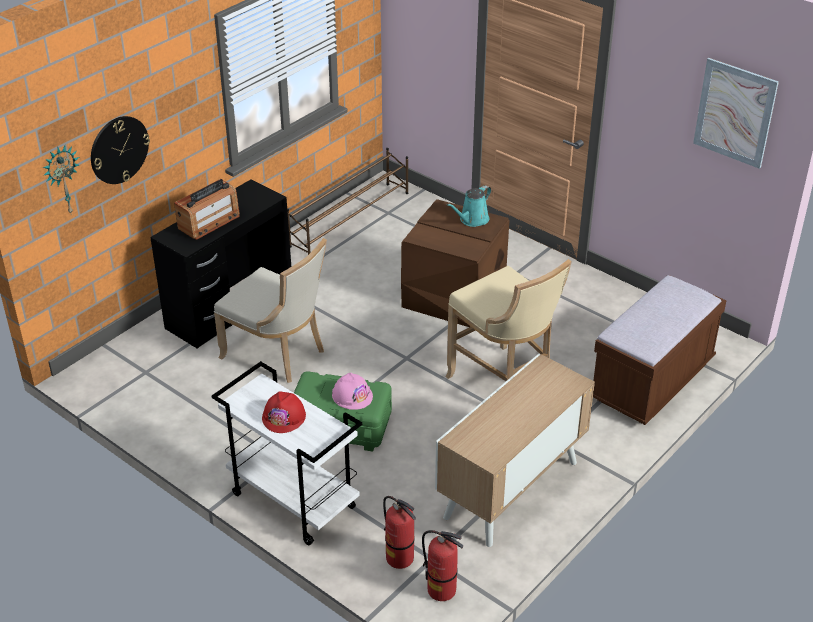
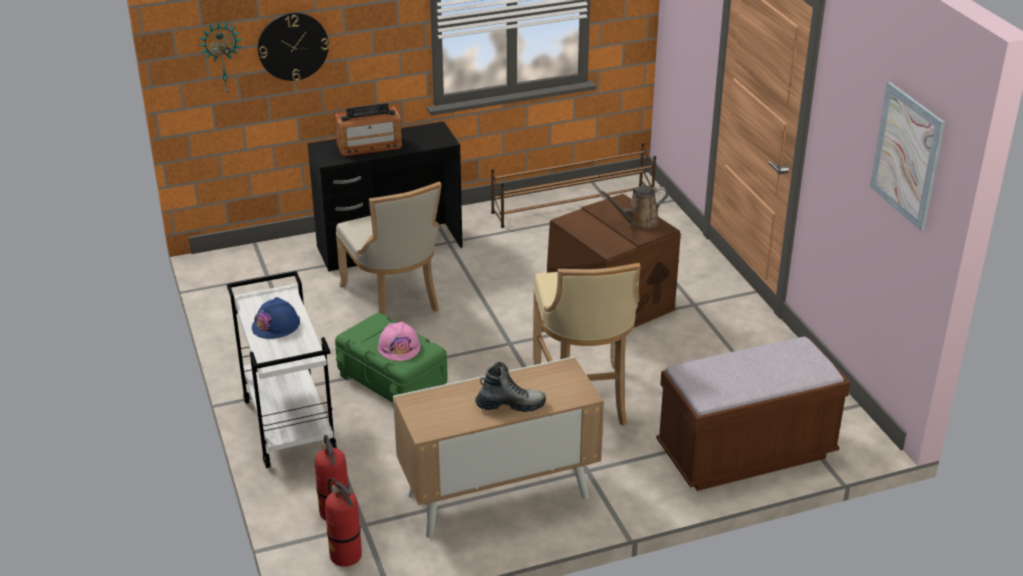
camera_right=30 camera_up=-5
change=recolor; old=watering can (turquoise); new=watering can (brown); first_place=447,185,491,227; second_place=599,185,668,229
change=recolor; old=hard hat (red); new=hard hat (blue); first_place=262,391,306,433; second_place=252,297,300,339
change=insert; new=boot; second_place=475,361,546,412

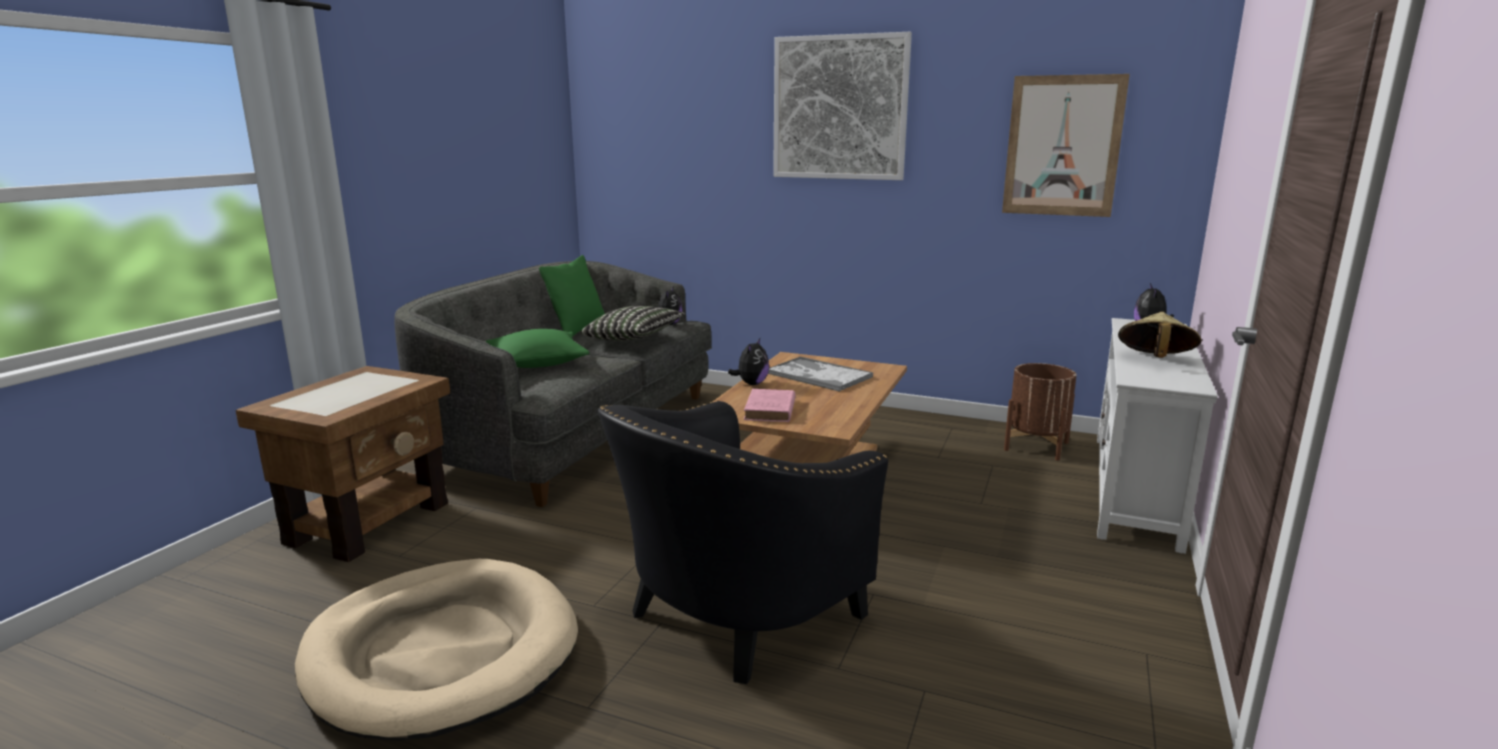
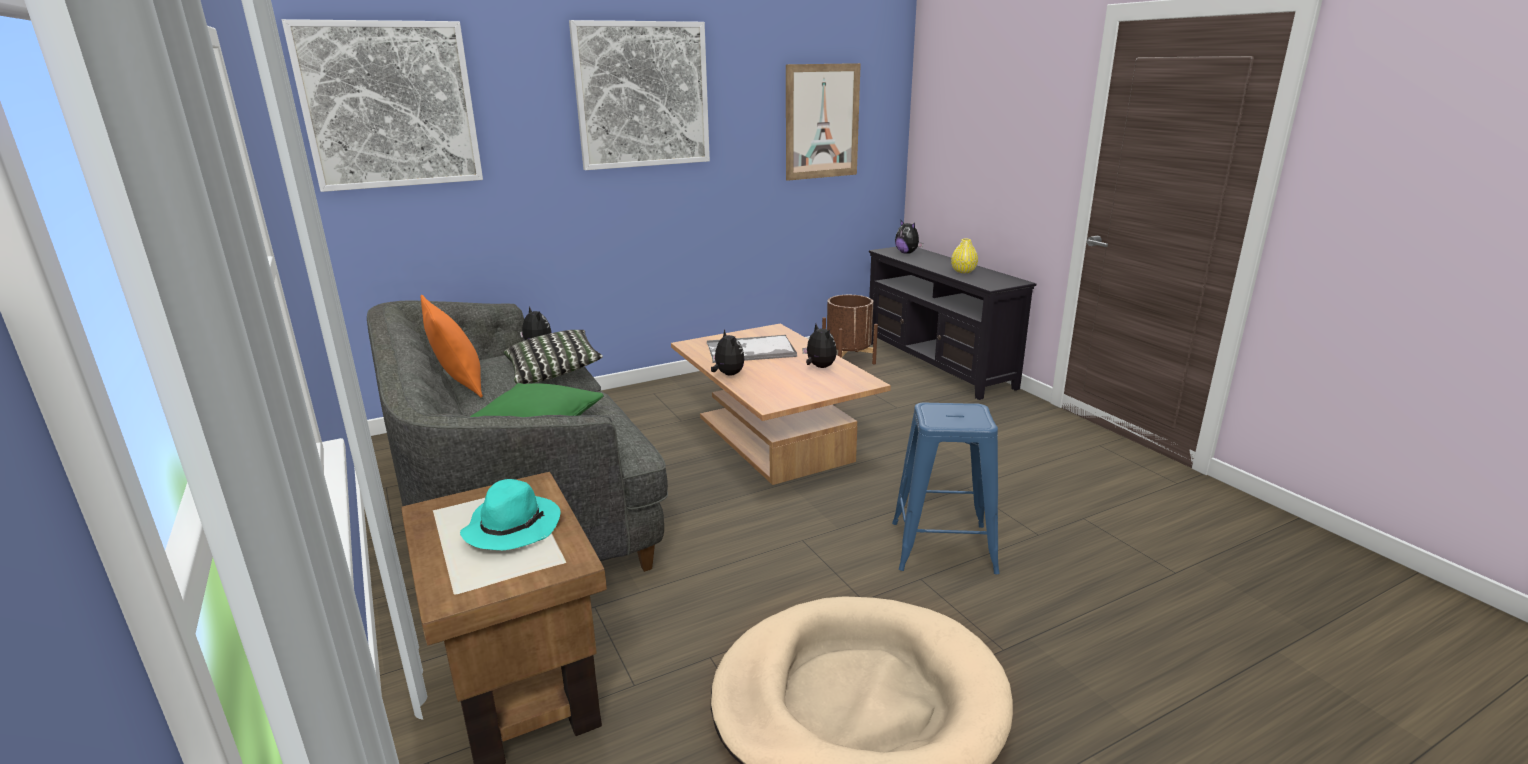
camera_right=-50 camera_up=5
change=recolor; old=pillow (green); new=pillow (orange); first_place=539,255,605,337; second_place=420,295,483,398
change=replace; old=hat (beige); new=vase (yellow); first_place=1118,312,1202,358; second_place=951,239,978,273
change=recolor; old=tv stand (white); new=tv stand (black); first_place=1097,318,1218,554; second_place=869,247,1036,400
change=delete; old=book (pink); first_place=744,389,795,422
change=replace; old=armchair (black); new=stool (blue); first_place=598,400,888,684; second_place=892,402,999,574
change=insert; new=picture; second_place=282,19,483,192
change=insert; new=plush toy; second_place=802,324,837,368
change=insert; new=hat (turquoise); second_place=460,479,560,550

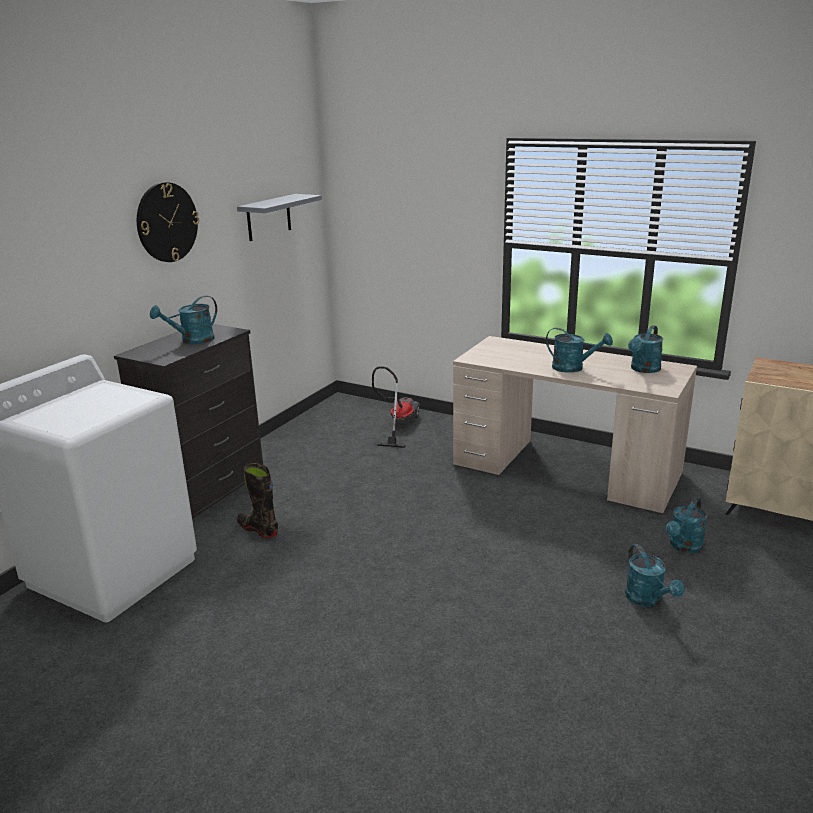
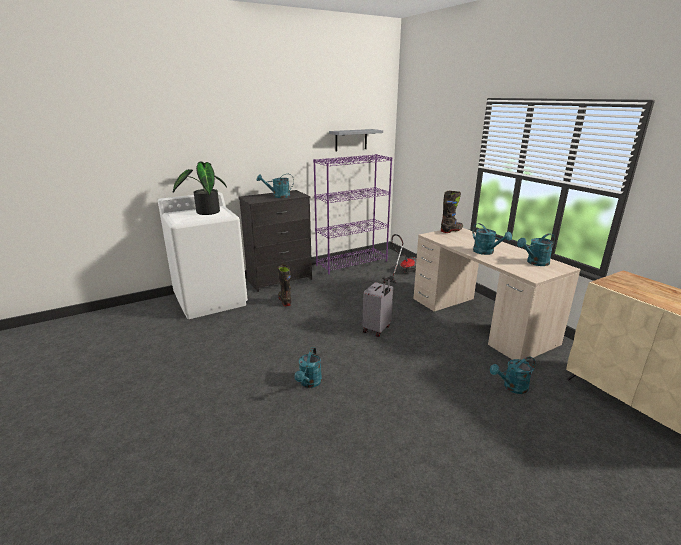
camera_right=30 camera_up=0
change=delete; old=wall clock; first_place=137,182,199,262
change=move; old=watering can (turquoise); first_place=625,544,684,607; second_place=294,347,322,388
change=insert; new=bookcase (purple); second_place=313,154,392,275
change=insert; new=potted plant; second_place=173,161,227,215
change=insert; new=boot (black); second_place=441,191,463,233
change=insert; new=suitcase (grey); second_place=362,277,393,337

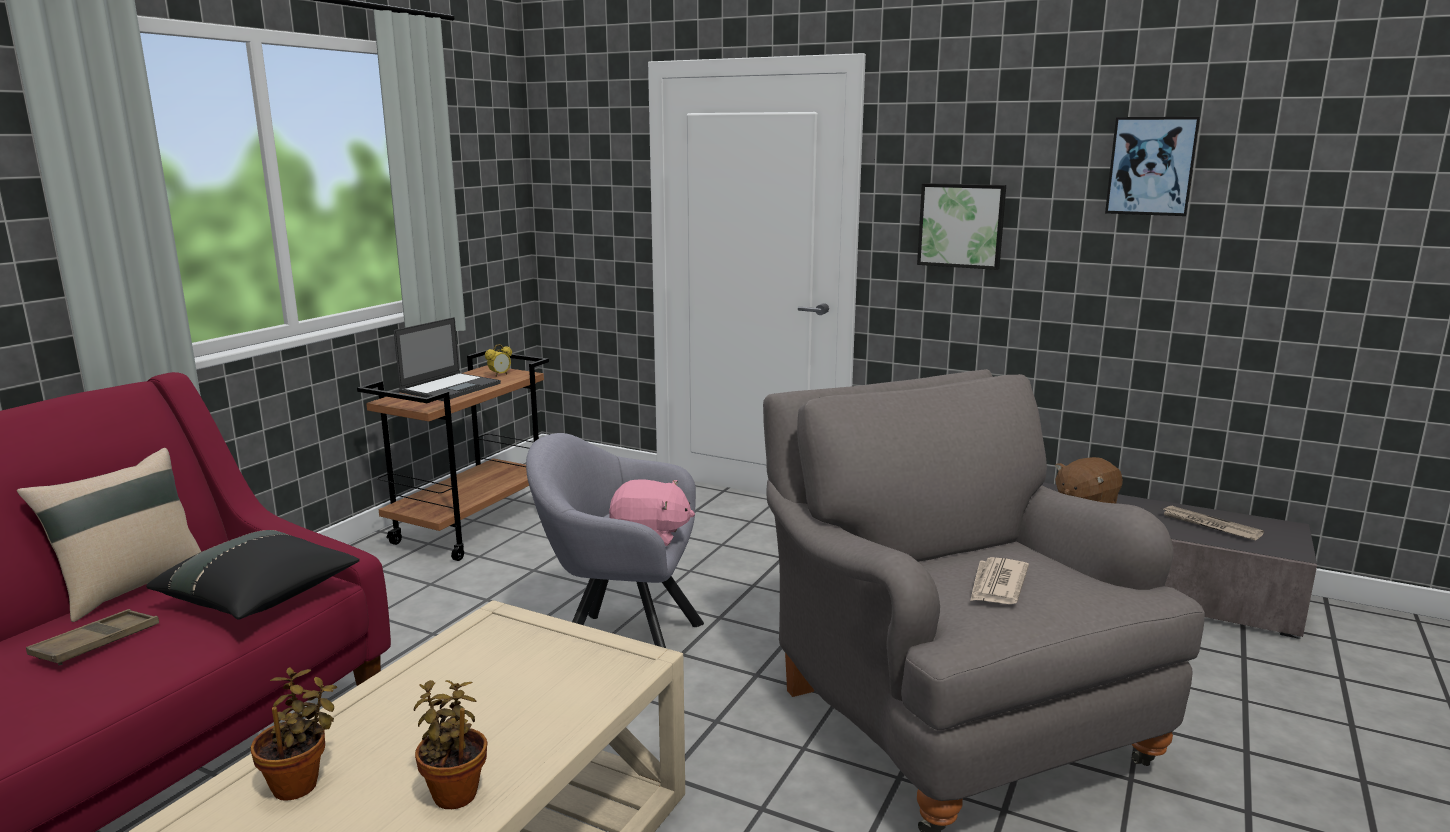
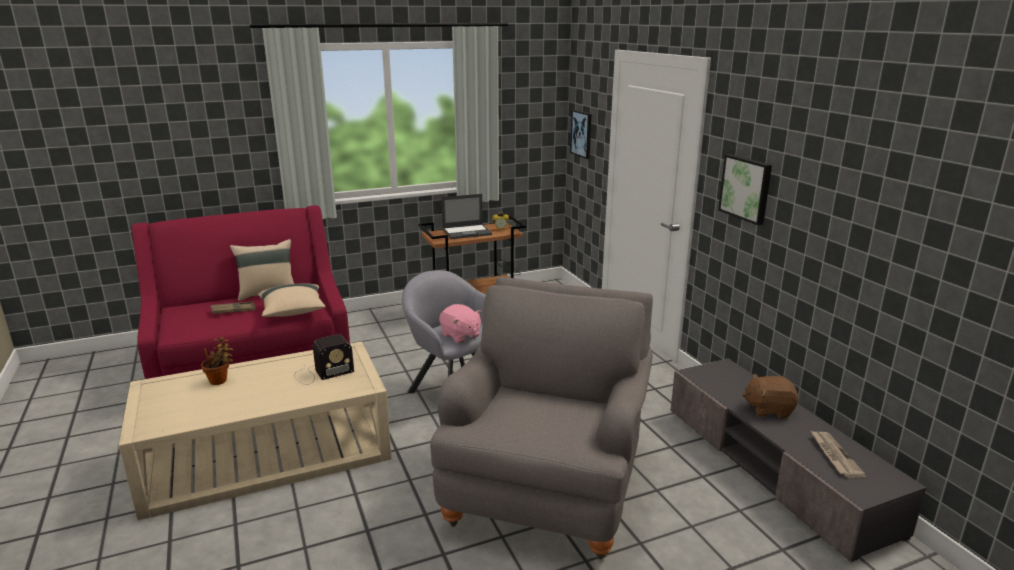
camera_right=40 camera_up=5
change=move; old=picture; first_place=1105,117,1200,216; second_place=570,110,592,159
change=recolor; old=pillow (black); new=pillow (beige); first_place=146,530,360,620; second_place=258,283,326,317
change=delete; old=newspaper; first_place=970,557,1029,604
change=delete; old=potted plant; first_place=413,680,487,809
change=insert; new=radio; second_place=294,334,354,385

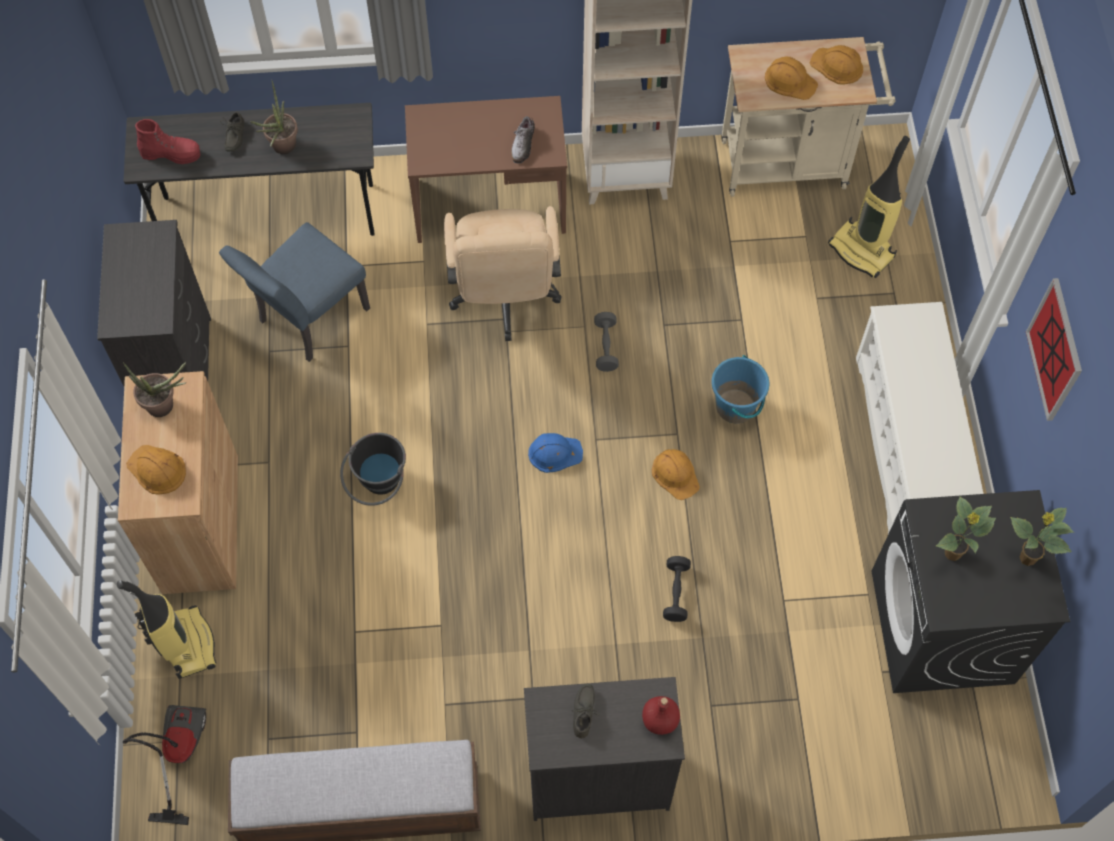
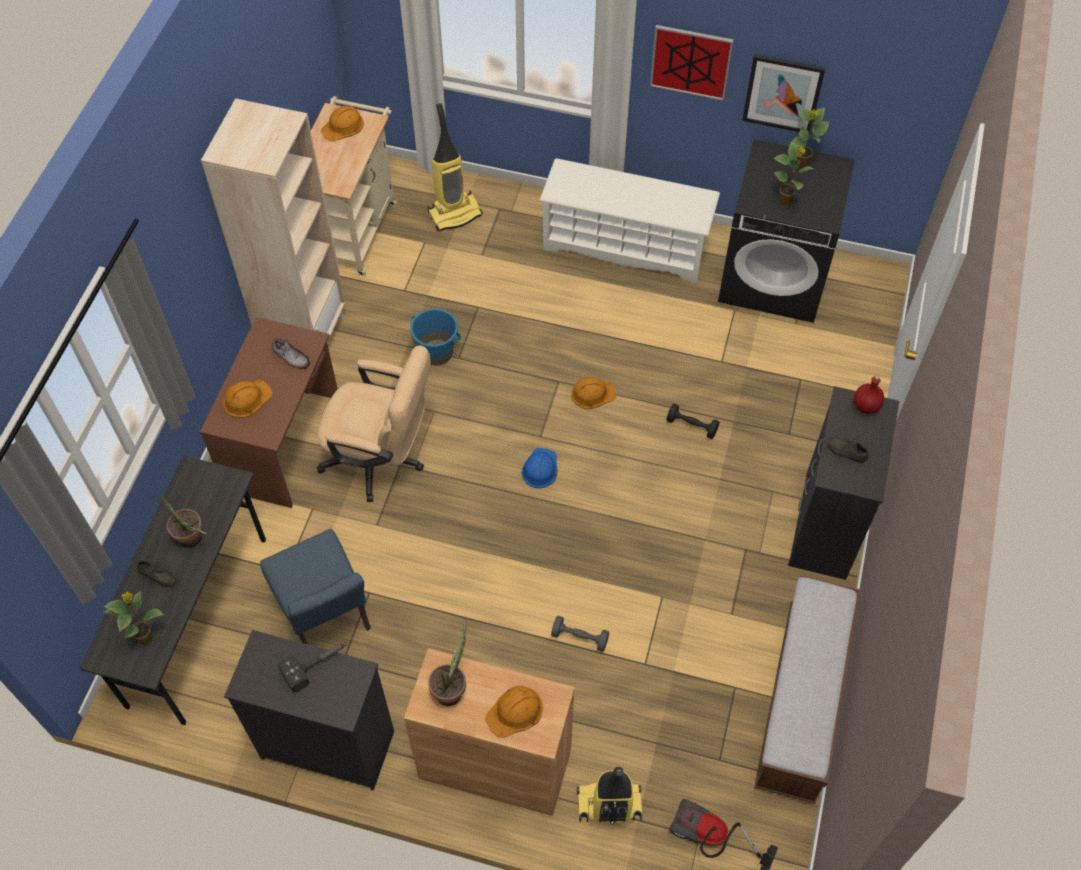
camera_right=-70 camera_up=-5
change=move; old=hard hat (orange); first_place=765,57,818,100; second_place=223,380,273,418
change=replace; old=boot (red); new=potted plant; first_place=135,119,200,164; second_place=103,591,164,645
change=move; old=dumbbell (grey); first_place=594,312,619,372; second_place=551,616,609,652
change=move; old=bucket (blue); first_place=712,355,769,423; second_place=410,308,461,365
change=delete; old=bucket (black); first_place=340,433,406,506
change=insert; new=picture; second_place=742,54,826,134
change=insert; new=hammer; second_place=278,642,347,692

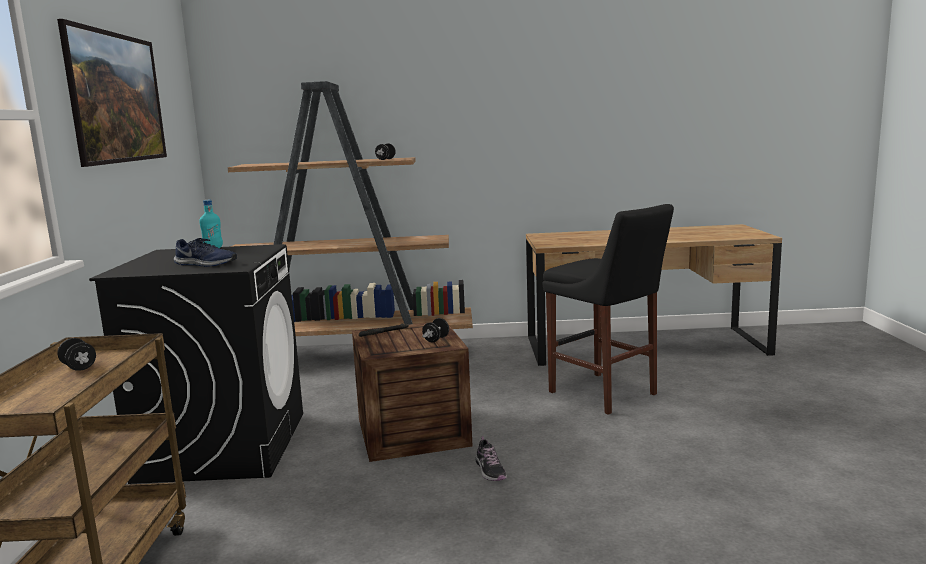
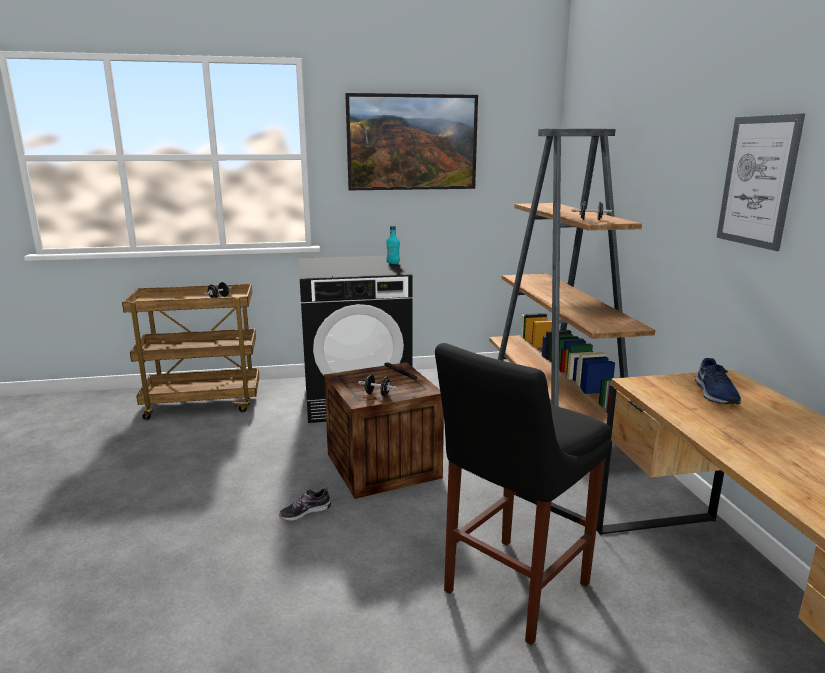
camera_right=80 camera_up=5
change=move; old=shoe (blue); first_place=174,238,237,267; second_place=695,358,741,404
change=insert; new=picture; second_place=717,113,805,251

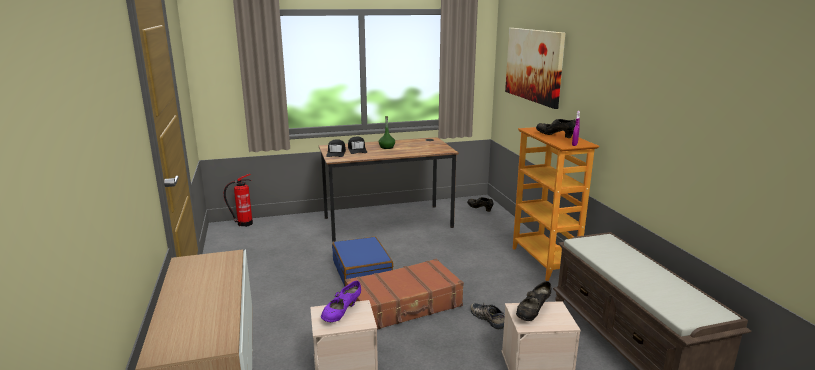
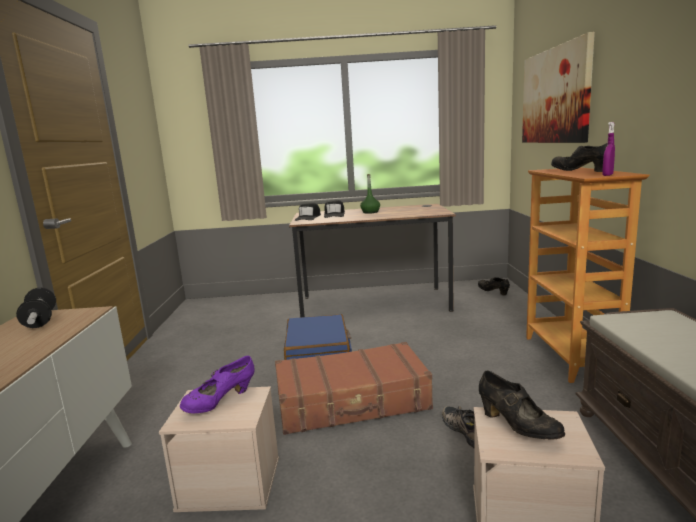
camera_right=15 camera_up=-5
change=delete; old=fire extinguisher; first_place=224,174,253,227
change=rotate; old=shoe (black); first_place=516,281,551,321; second_place=479,370,565,440; degrees=-90
change=insert; new=dumbbell; second_place=16,288,56,328

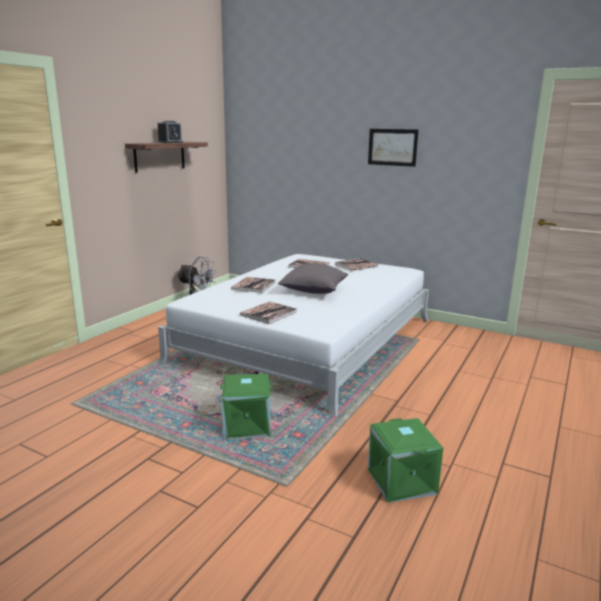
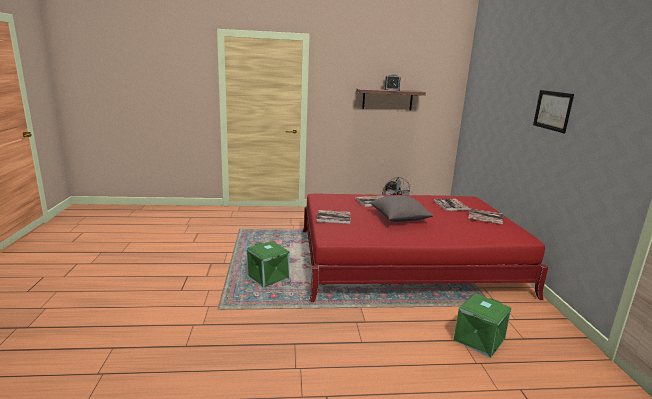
camera_right=55 camera_up=0
change=recolor; old=bed (white); new=bed (red); first_place=158,254,429,417; second_place=303,194,548,302
change=move; old=storage box (green); first_place=367,418,443,503; second_place=454,293,512,358

